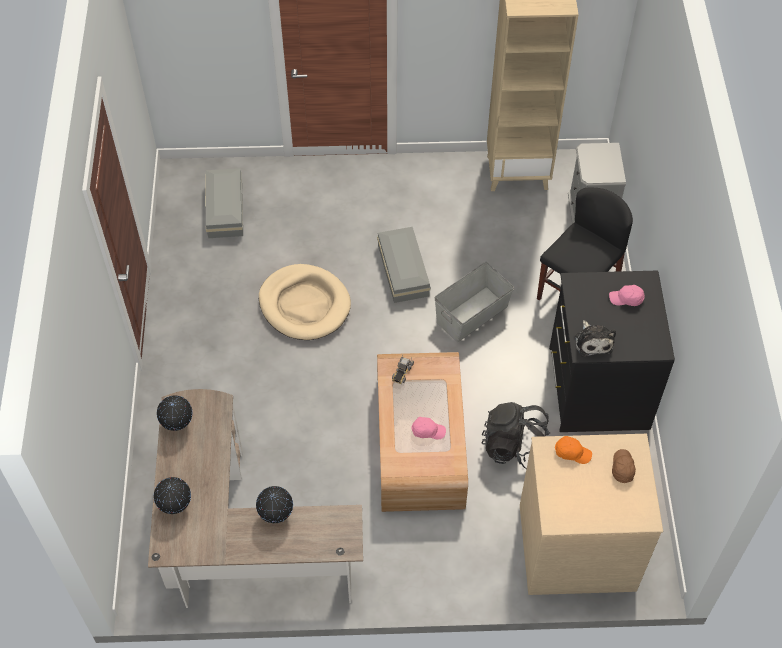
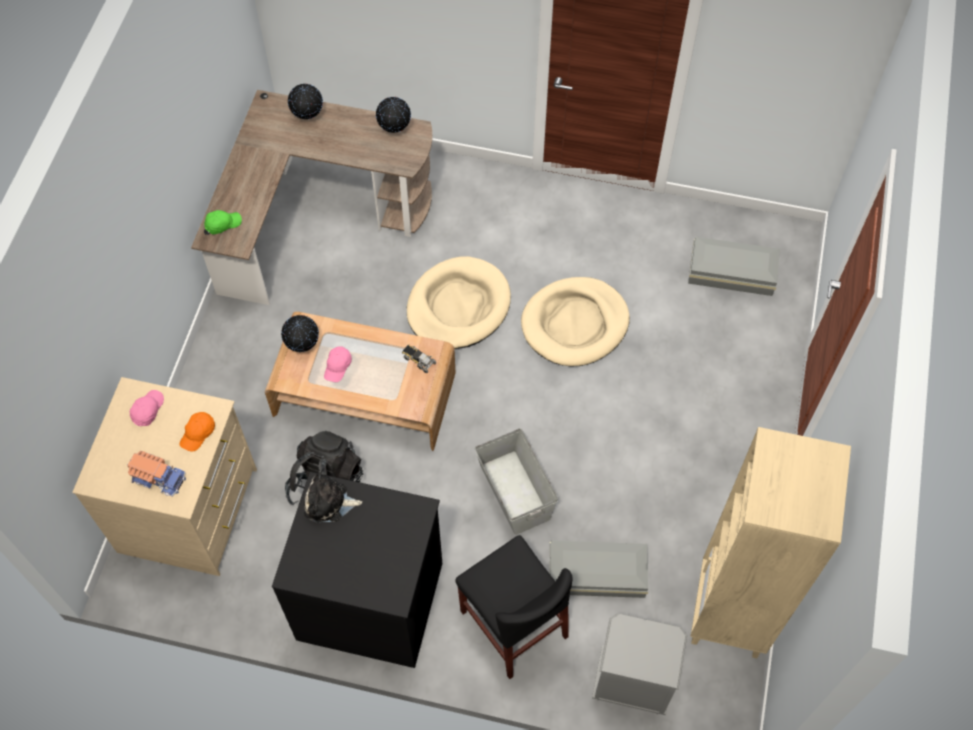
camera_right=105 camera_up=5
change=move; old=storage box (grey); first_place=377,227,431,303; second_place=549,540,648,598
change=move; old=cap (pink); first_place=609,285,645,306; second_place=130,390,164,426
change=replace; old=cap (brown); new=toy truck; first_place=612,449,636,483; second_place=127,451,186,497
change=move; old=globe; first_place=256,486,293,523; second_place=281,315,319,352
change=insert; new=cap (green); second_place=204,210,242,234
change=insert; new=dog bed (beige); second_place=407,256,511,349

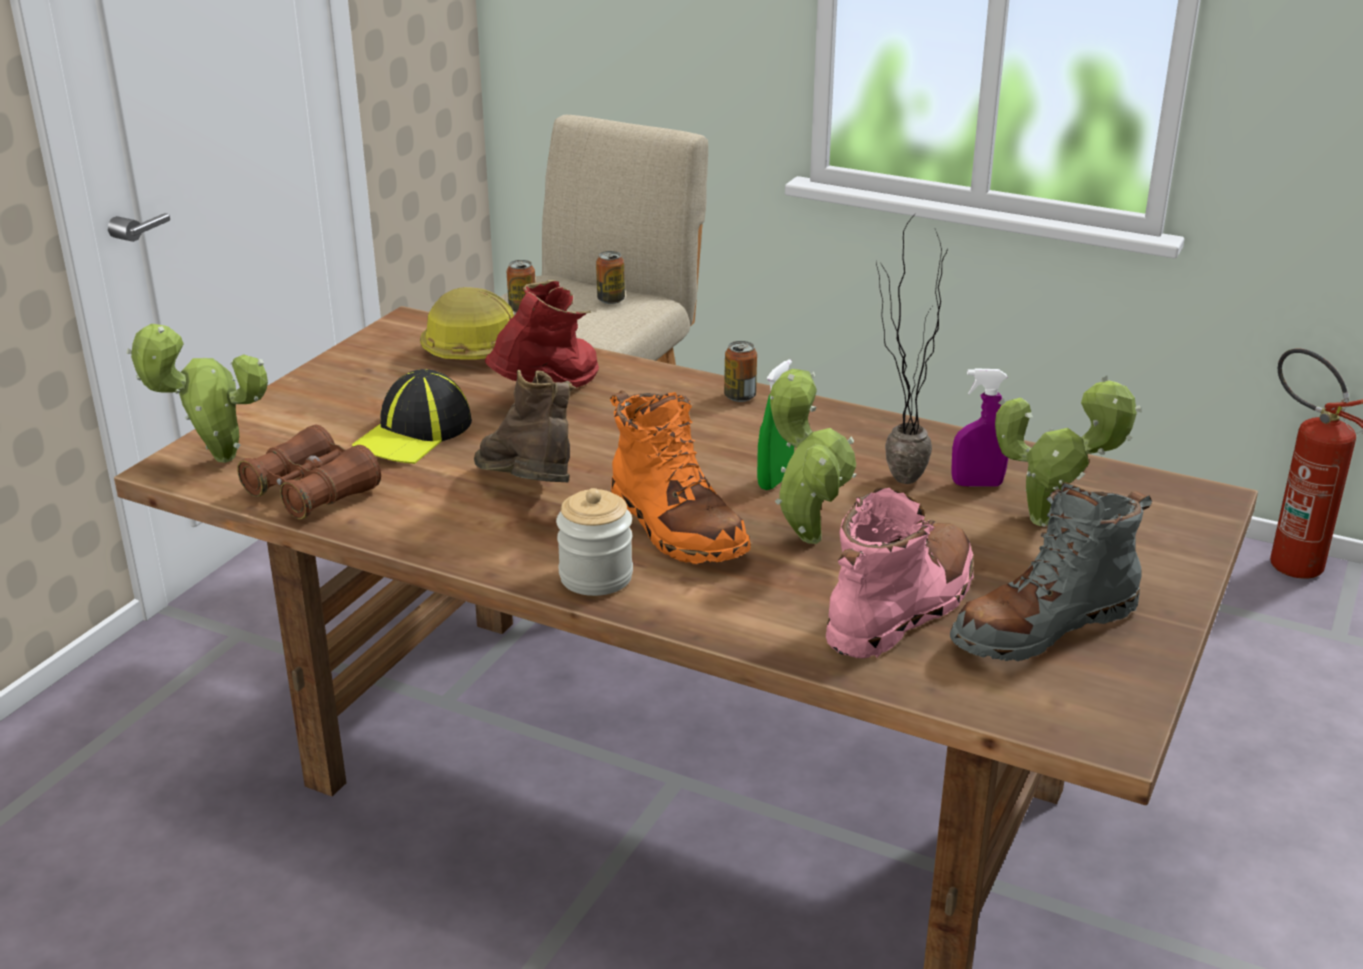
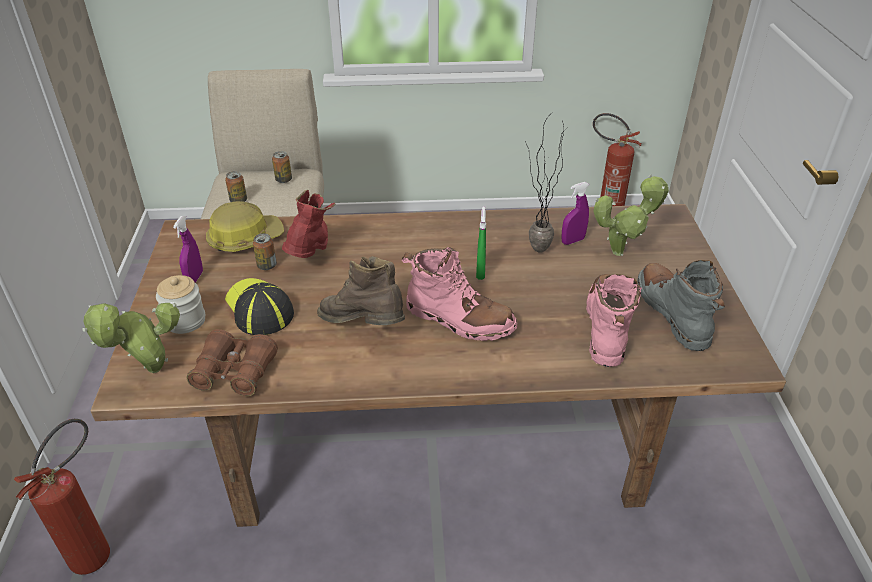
camera_right=-30 camera_up=10
change=move; old=can; first_place=724,341,757,402; second_place=253,234,277,270
change=rotate; old=cap; first_place=352,369,472,464; second_place=225,278,294,335; degrees=150
change=delete; old=potted plant; first_place=770,369,857,544
change=recolor; old=boot (orange); new=boot (pink); first_place=610,390,751,564; second_place=401,247,517,341
change=rotate; old=boot (grey); first_place=950,482,1152,661; second_place=637,260,725,351; degrees=135
change=move; old=jar; first_place=556,488,633,596; second_place=156,275,205,334
change=insert; new=spray bottle (purple); second_place=173,216,203,283
change=insert; new=fire extinguisher; second_place=14,419,110,575

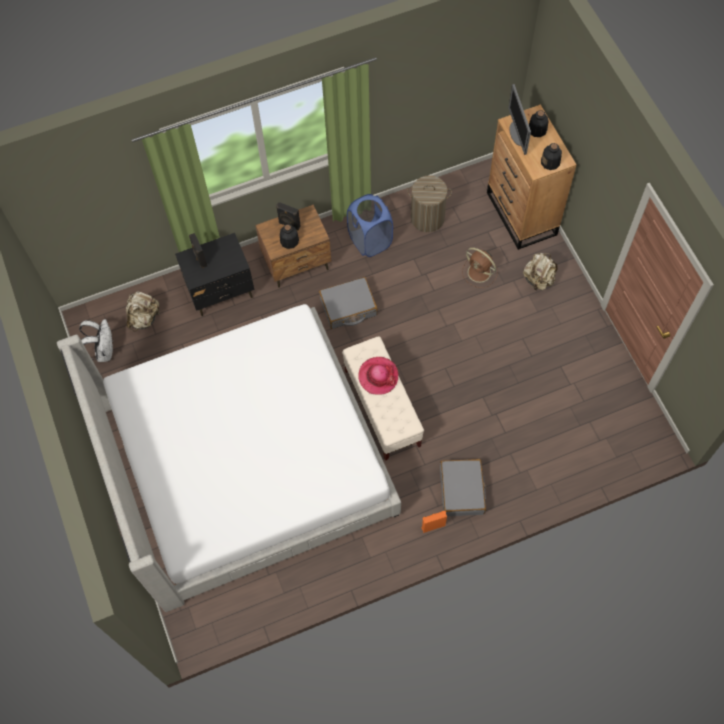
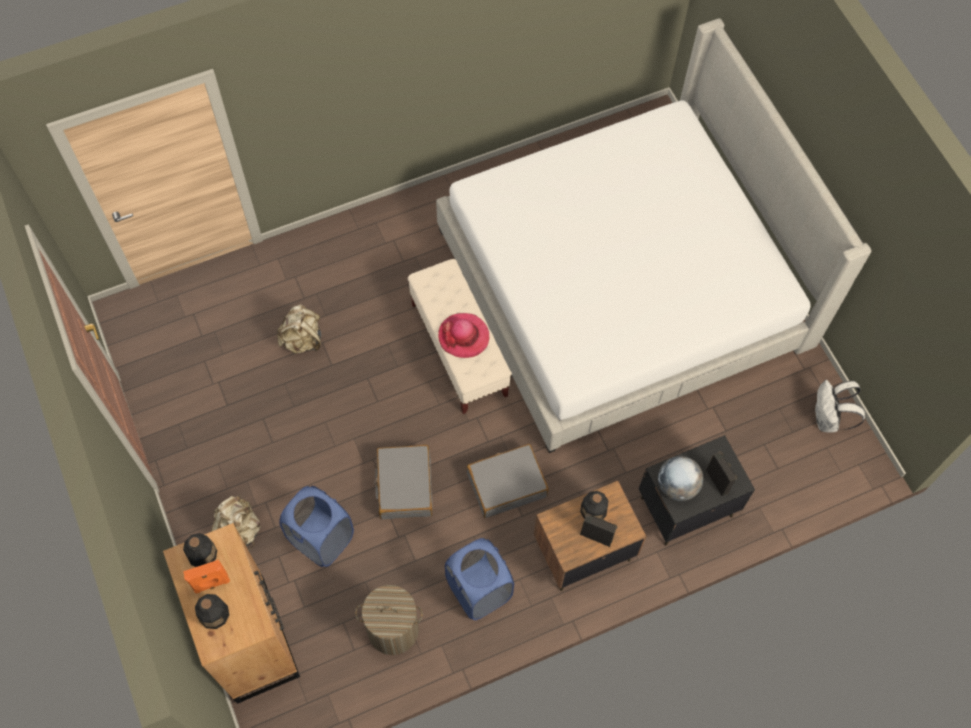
camera_right=175 camera_up=0
change=delete; old=monitor; first_place=508,84,531,155
change=replace; old=fan (brown); new=laundry basket (blue); first_place=462,248,498,288; second_place=279,486,354,567
change=move; old=backpack (beige); first_place=126,291,159,332; second_place=276,304,321,354
change=move; old=suitcase (grey); first_place=440,459,486,516; second_place=374,445,433,519
change=move; old=speaker (orange); first_place=422,511,447,533; second_place=183,560,230,593
change=insert; new=globe; second_place=658,456,703,501

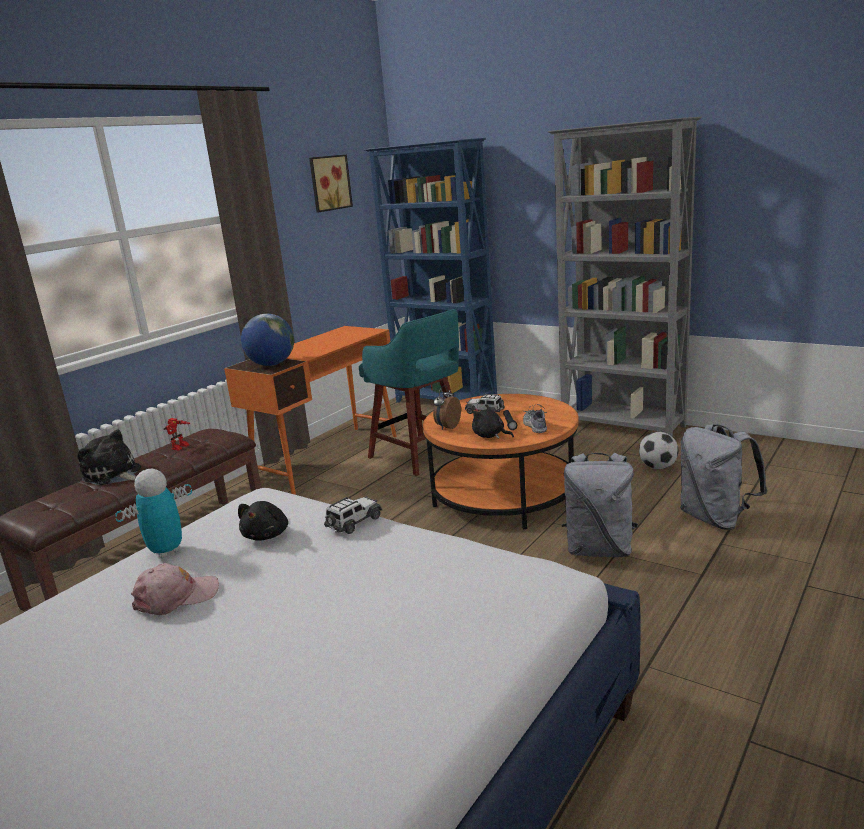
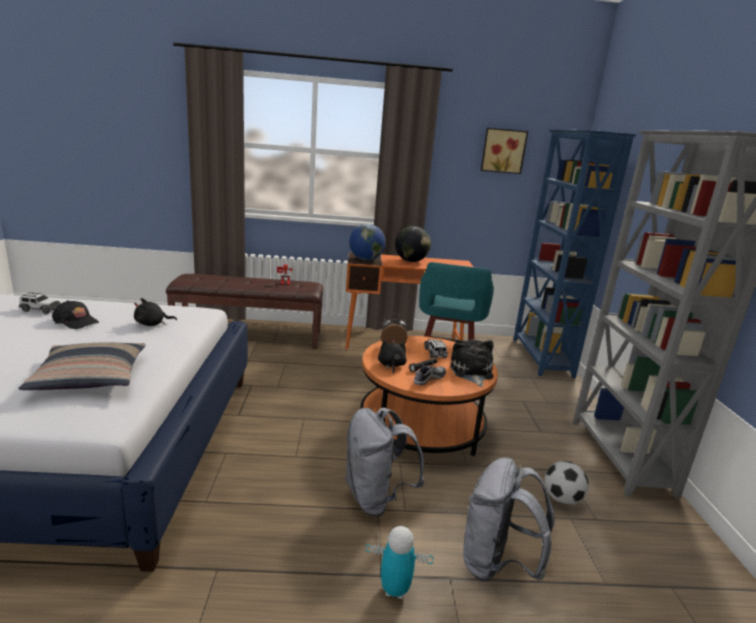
camera_right=50 camera_up=0
change=move; old=plush toy; first_place=78,429,141,485; second_place=450,339,493,387
change=move; old=toy robot; first_place=115,469,192,559; second_place=365,526,434,599
change=move; old=toy car; first_place=324,496,382,534; second_place=19,292,61,314
change=recolor; old=cap (pink); new=cap (black); first_place=131,563,219,615; second_place=52,300,99,329
change=insert; new=globe; second_place=395,226,431,262
change=insert; new=pillow; second_place=18,343,146,390

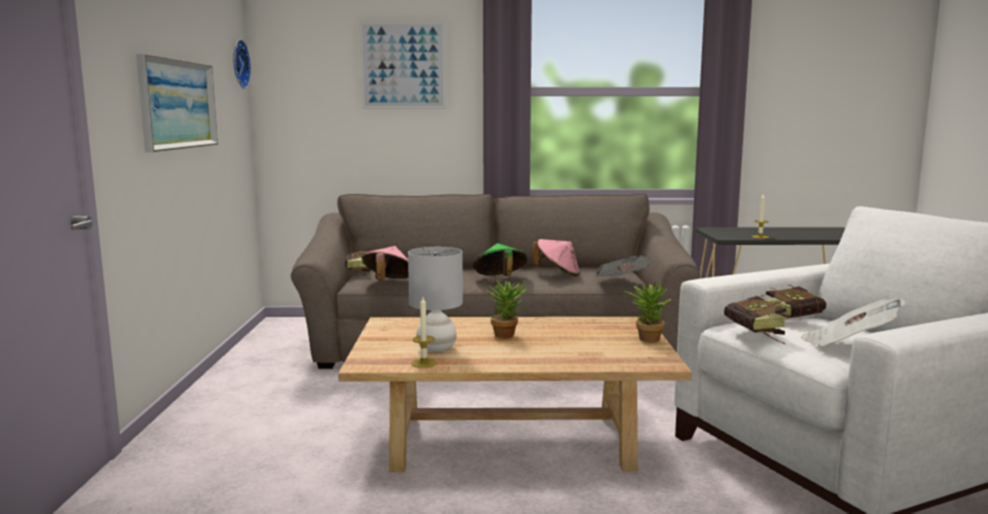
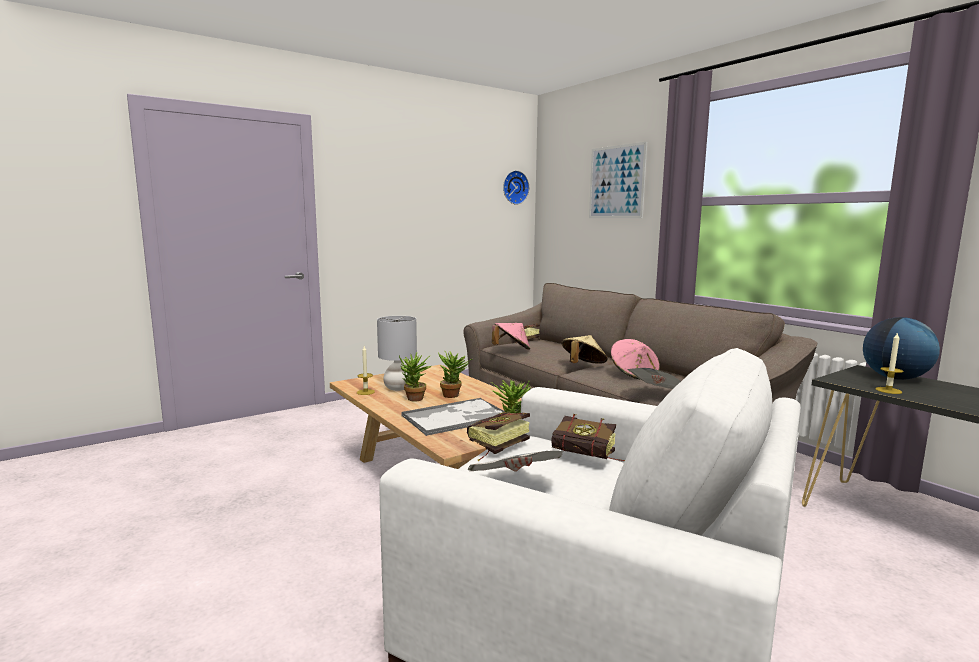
camera_right=55 camera_up=0
change=delete; old=picture; first_place=136,54,218,152
change=recolor; old=hat (green); new=hat (beige); first_place=473,243,528,276; second_place=561,335,608,364
change=insert; new=globe; second_place=863,317,940,380
change=insert; new=potted plant; second_place=399,352,431,402
change=insert; new=tray; second_place=401,398,505,436

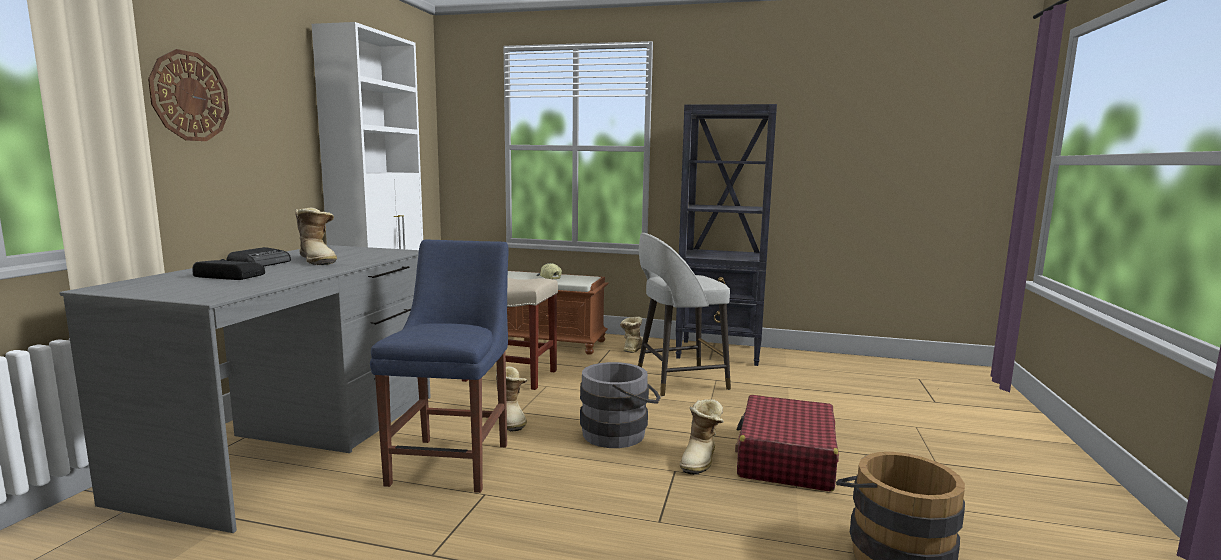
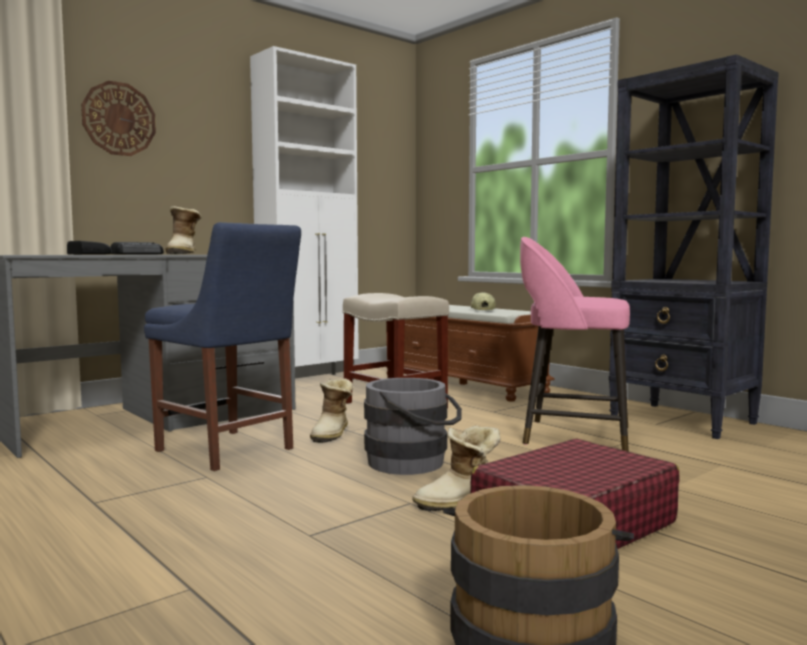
camera_right=35 camera_up=-5
change=recolor; old=stool (grey); new=stool (pink); first_place=638,233,731,397; second_place=520,237,630,452
change=rotate; old=chair (blue); first_place=370,239,509,493; second_place=144,222,301,471; degrees=90
change=delete; old=boot; first_place=620,317,643,353

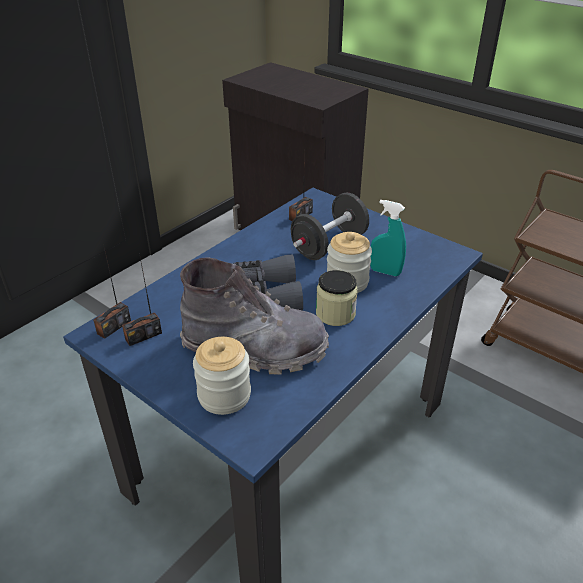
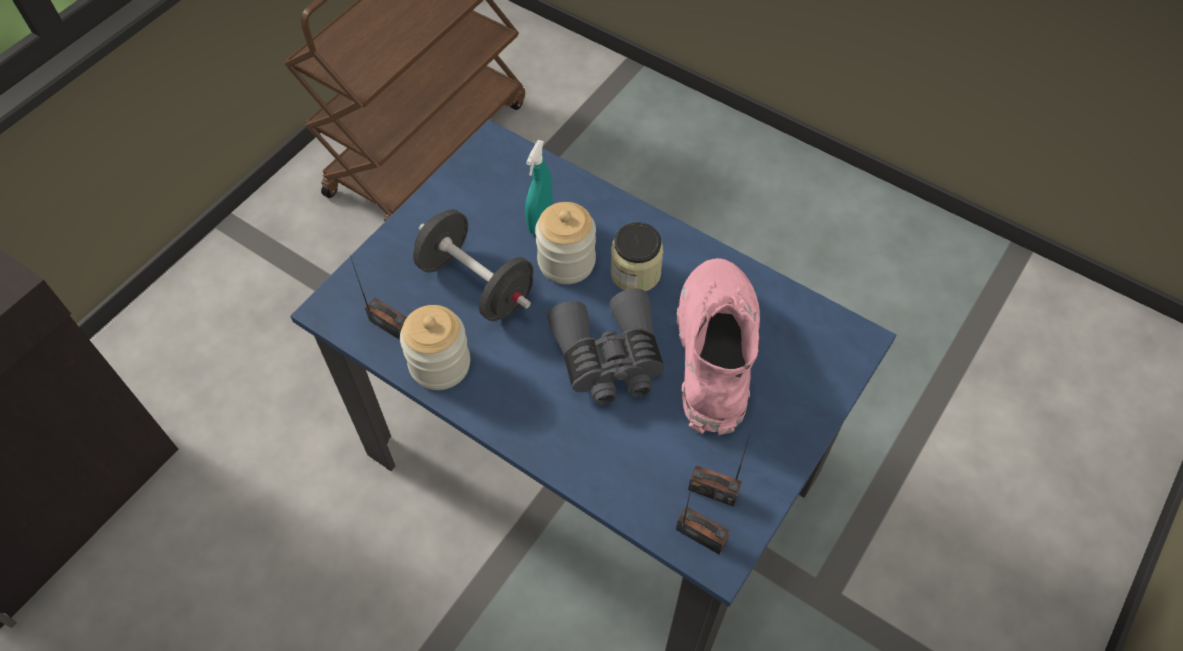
camera_right=-95 camera_up=20
change=rotate; old=radio; first_place=122,253,162,346; second_place=688,435,750,507; degrees=150
change=recolor; old=boot (grey); new=boot (pink); first_place=180,257,329,375; second_place=677,258,760,435
change=move; old=jar; first_place=193,337,251,415; second_place=400,305,470,390

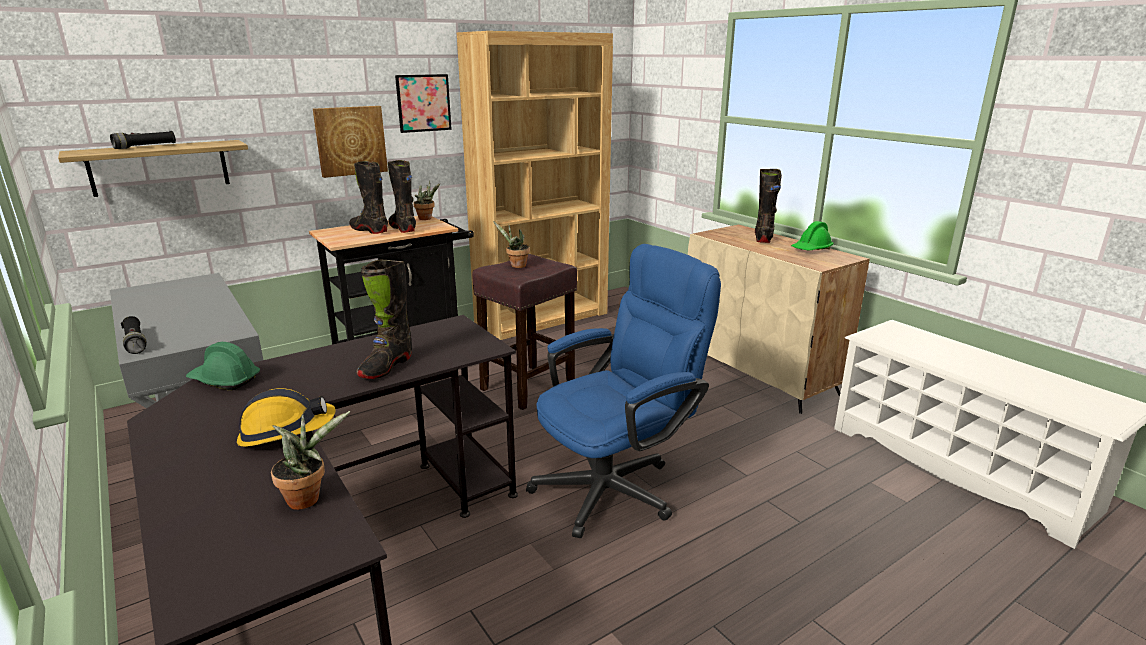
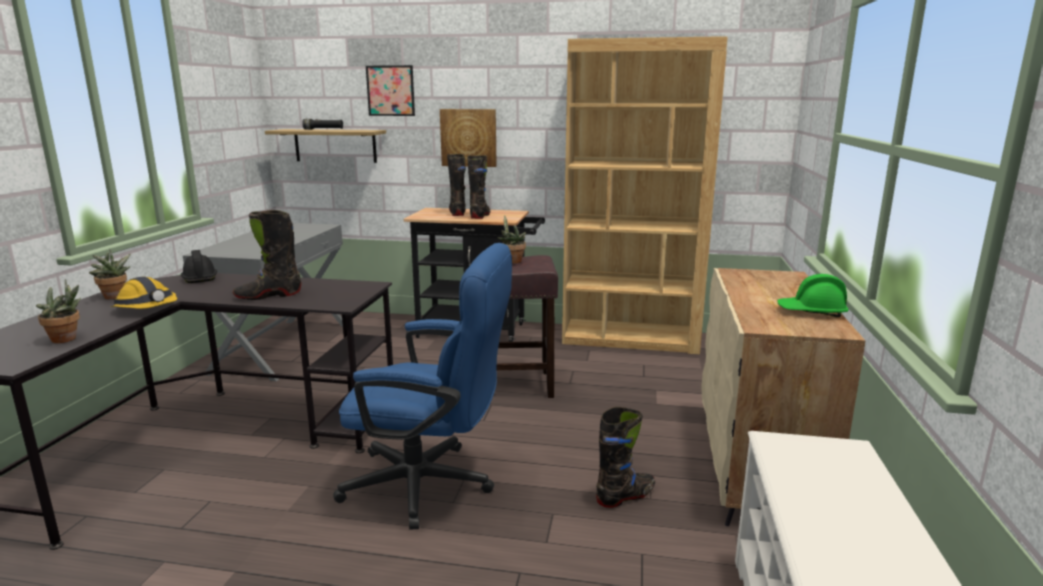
camera_right=45 camera_up=-5
change=move; old=picture; first_place=395,74,452,133; second_place=366,65,415,116
change=move; old=boot (black); first_place=755,169,782,243; second_place=596,407,655,508
change=move; old=potted plant; first_place=413,181,440,220; second_place=89,249,131,299
change=delete; old=flashlight (black); first_place=121,316,147,354
change=recolor; old=hard hat (green); new=hard hat (black); first_place=186,342,260,390; second_place=181,250,217,283

